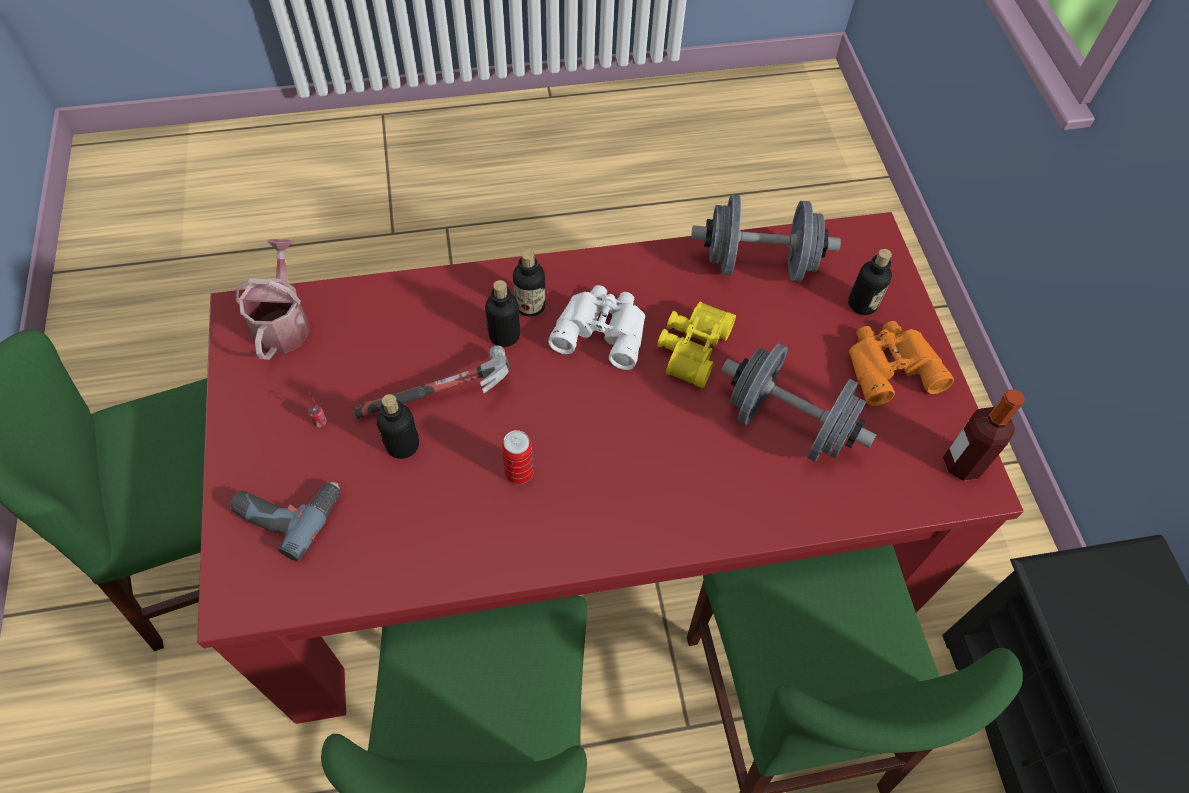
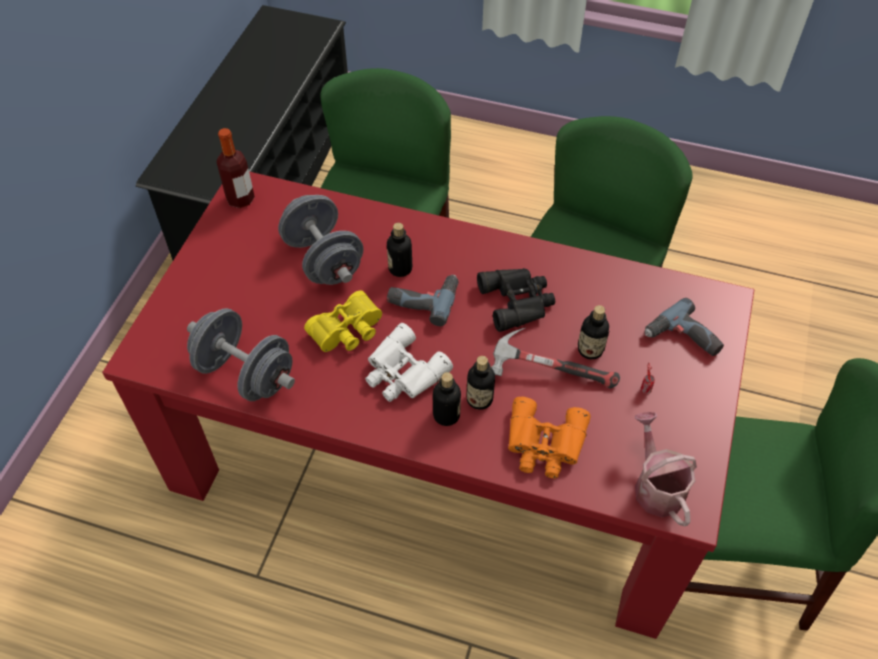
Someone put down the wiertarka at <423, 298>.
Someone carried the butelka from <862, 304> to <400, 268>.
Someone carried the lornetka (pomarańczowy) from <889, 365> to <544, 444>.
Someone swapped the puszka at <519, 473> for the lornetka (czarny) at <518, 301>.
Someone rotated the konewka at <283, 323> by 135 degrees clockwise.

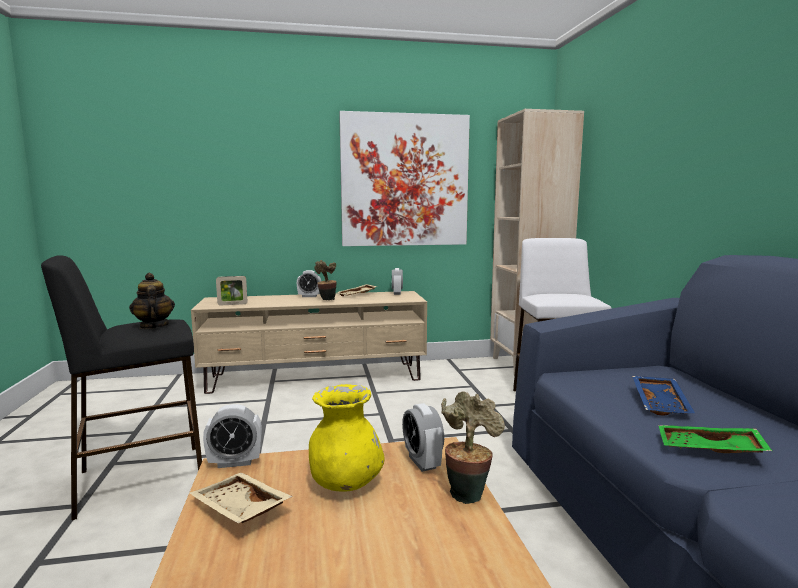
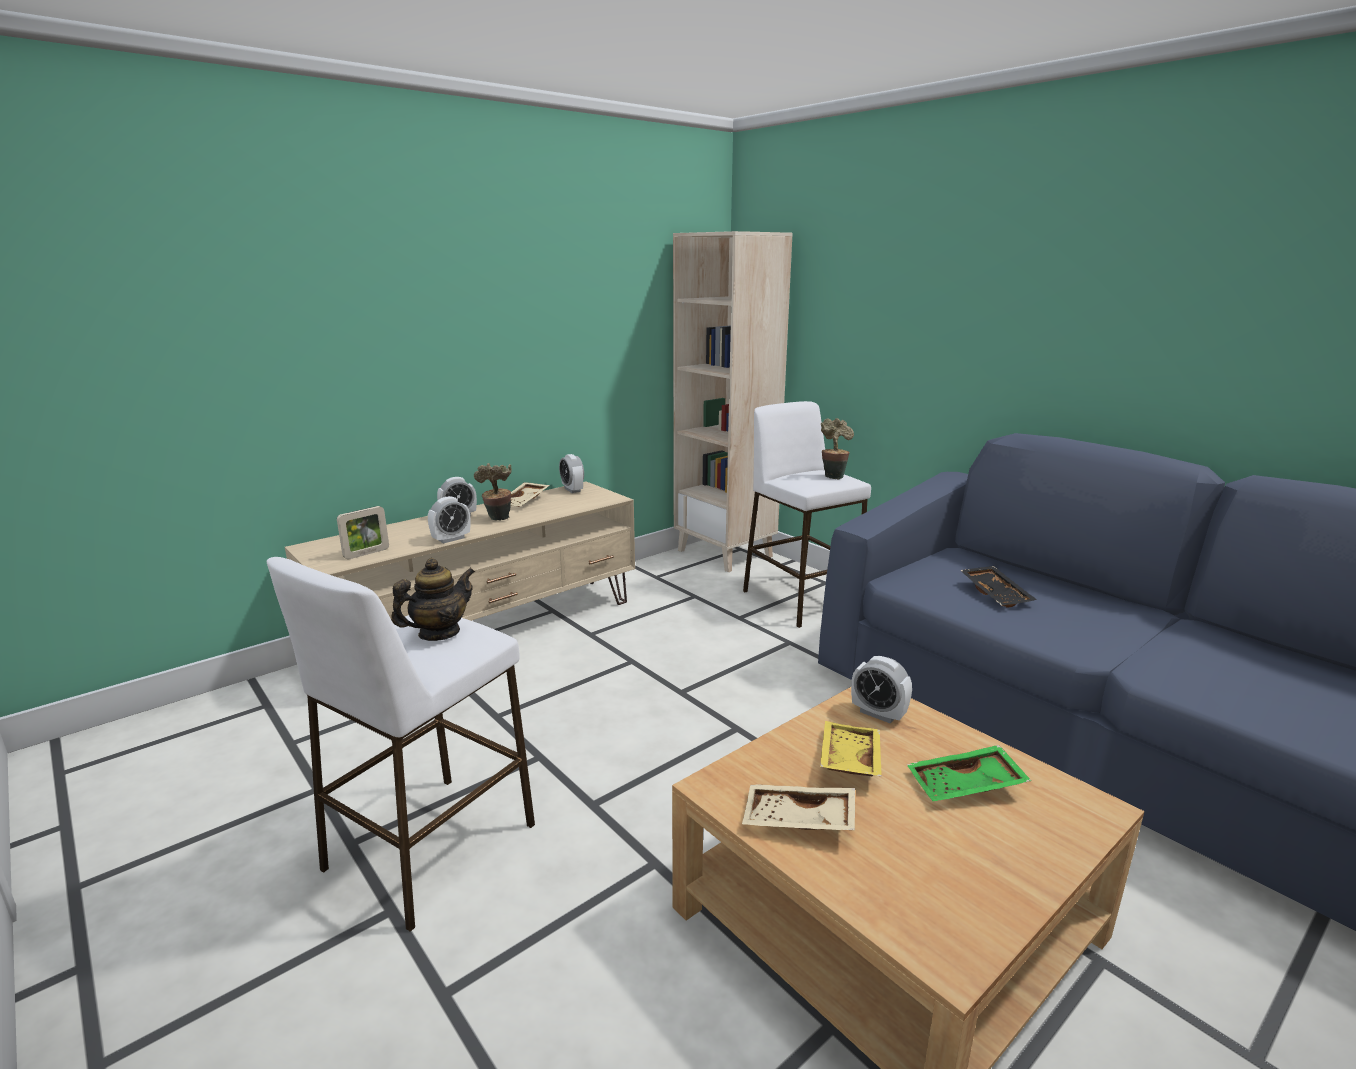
Someone took away the obraz at <404, 180>.
Someone carried the budzik from <235, 462> to <451, 539>.
Someone carried the roślina doniczkowa from <467, 492> to <833, 476>.
Someone carried the taca (zielony) from <709, 450> to <966, 786>.
Someone swapped the wazon (żółty) at <345, 483> for the taca (żółty) at <848, 759>.
Someone repainted the stołek (czarny) at <140, 479>, which became the stołek (biały) at <429, 847>.
Someone repainted the taca (niebieski) at <662, 404>, which became the taca (czarny) at <997, 594>.
Someone rotated the imbryk at <153, 326> by 105 degrees clockwise.

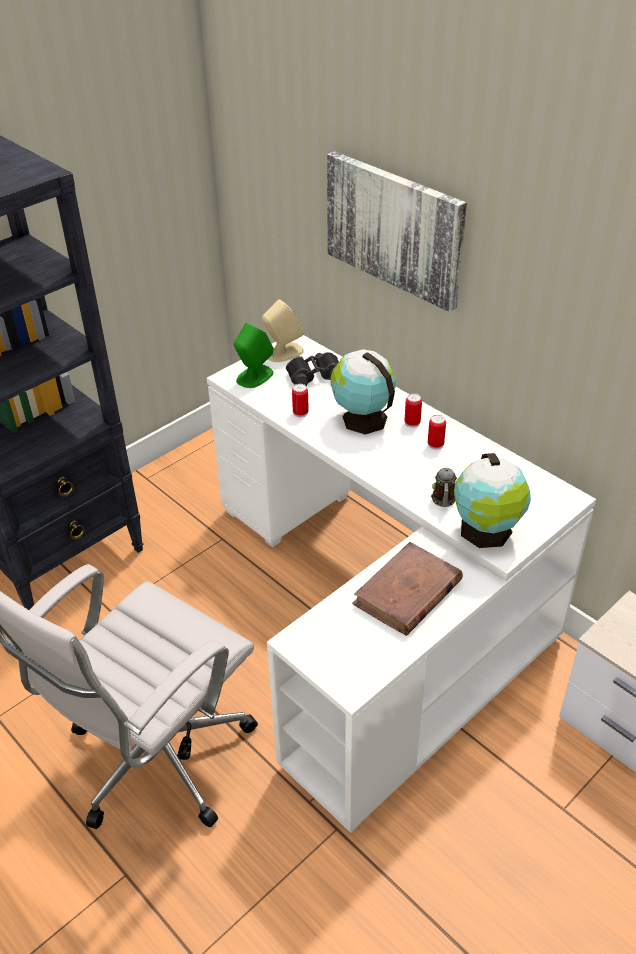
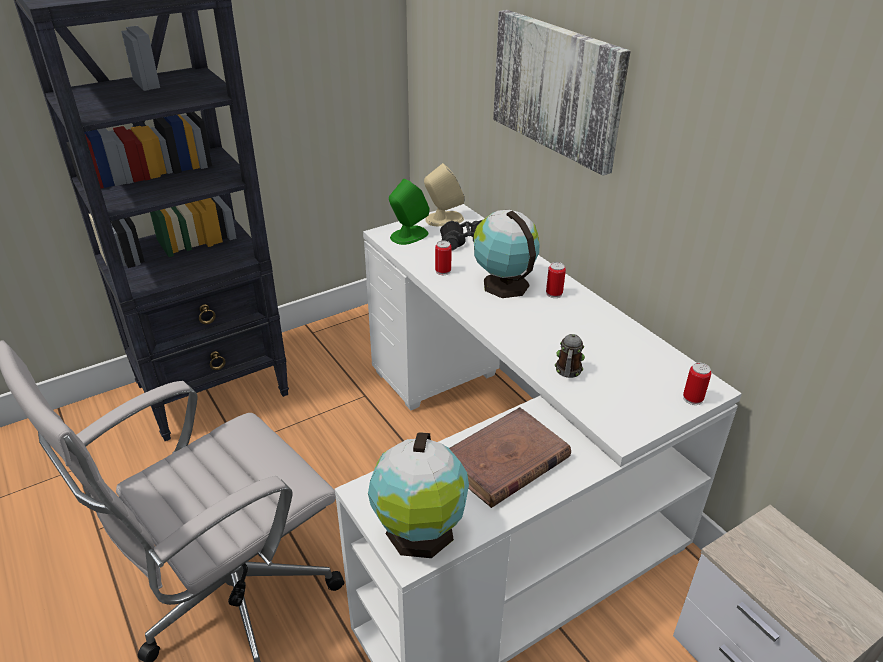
Someone carried the puszka from <435, 444> to <692, 398>.
Someone carried the globus from <486, 532> to <420, 534>.

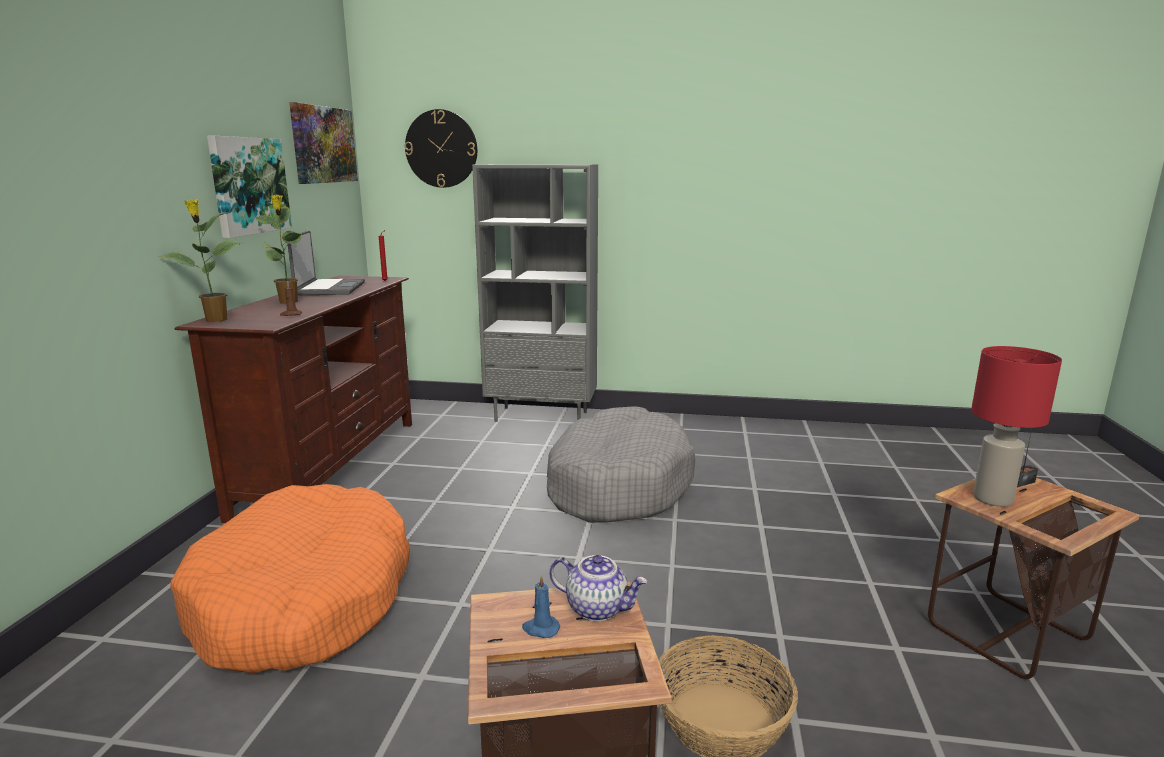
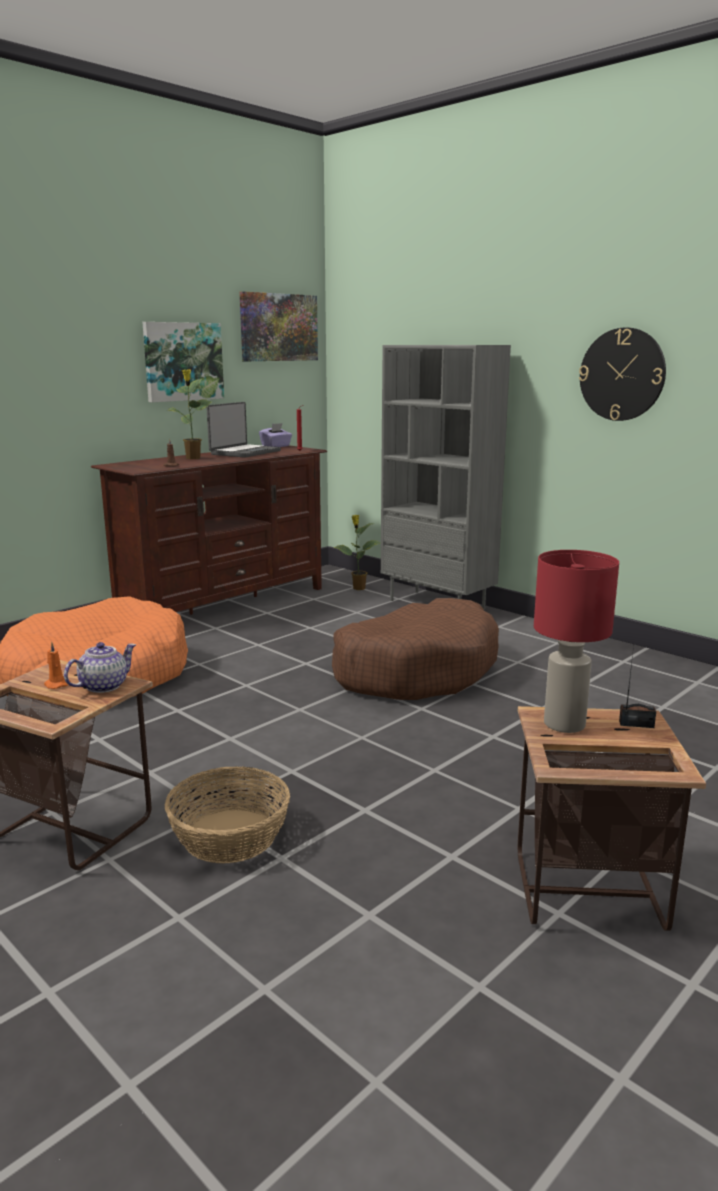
Someone put down the pudełko chusteczek (fioletowy) at <276, 446>.
Someone carried the roślina doniczkowa from <215, 320> to <358, 588>.
Someone carried the zegar ścienny from <441, 149> to <622, 374>.
Someone repainted the świeca (niebieski) at <540, 629>, which became the świeca (pomarańczowy) at <56, 684>.
Someone repainted the legowisko (szary) at <617, 484>, which became the legowisko (brązowy) at <415, 670>.
Someone rotated the imbryk at <597, 608> by 105 degrees counterclockwise.

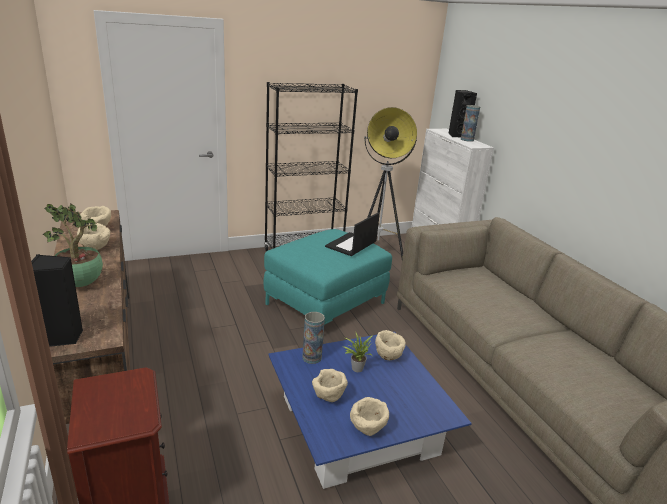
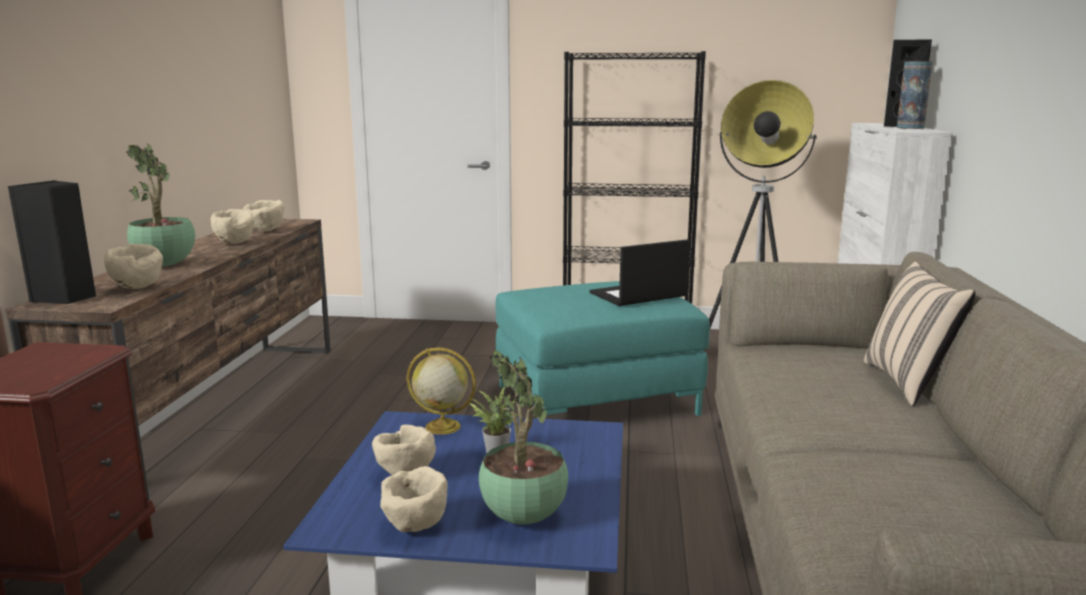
Someone put down the roślina doniczkowa at <525, 519>.
Someone put down the poduszka (beżowy) at <909, 383>.
Someone carried the miska (beżowy) from <388, 356> to <138, 287>.
Someone swapped the wazon at <312, 357> for the globus at <441, 427>.

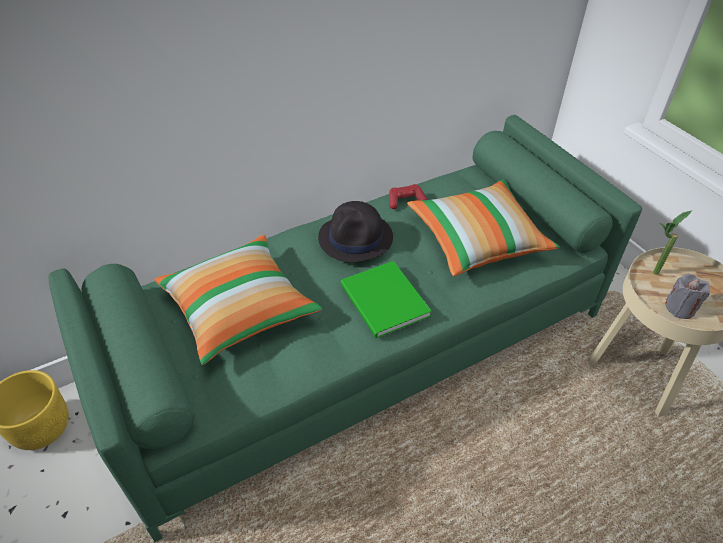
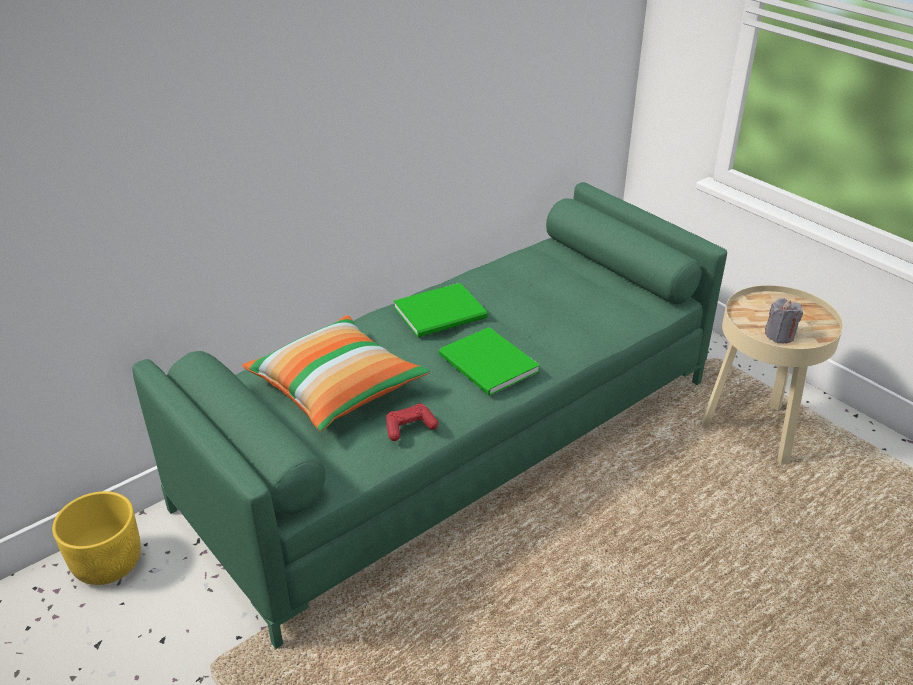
Someone took away the poduszka at <477, 239>.
Someone took away the roślina doniczkowa at <651, 274>.
Someone carried the pad do gier (czerwony) from <405, 201> to <410, 427>.
Someone swapped the kapelusz (czarny) at <356, 238> for the książka (zielony) at <443, 313>.

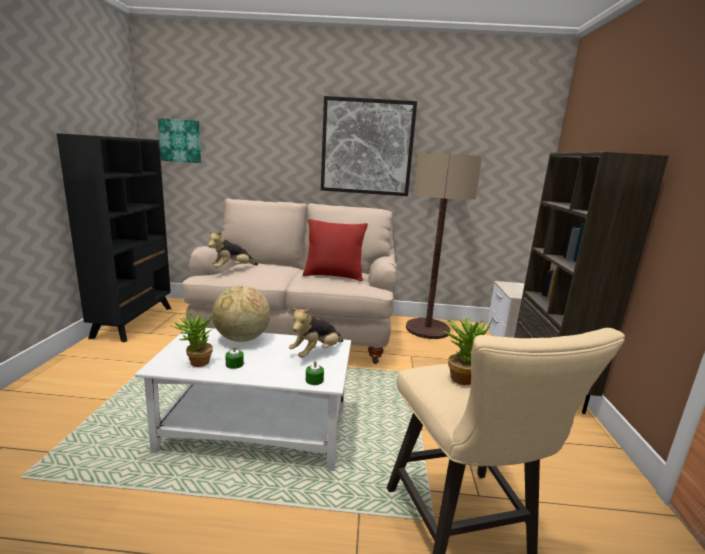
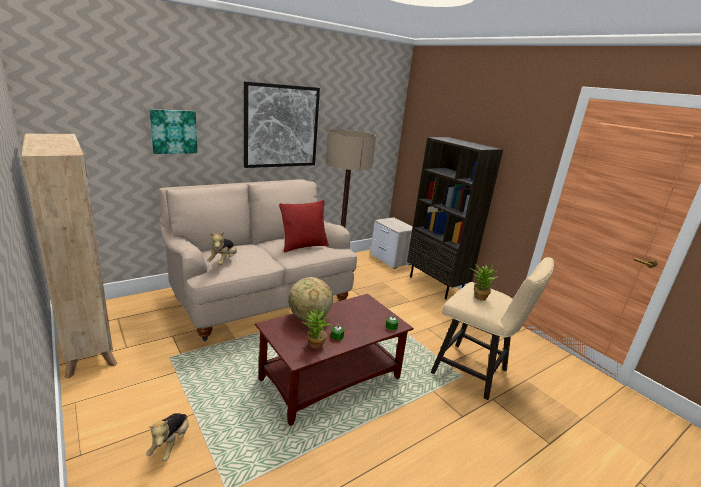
Someone carried the obraz from <180, 141> to <173, 131>.
Someone carried the pluszak from <316, 353> to <170, 444>.
Someone repainted the regał (czarny) at <134, 322>, which became the regał (beżowy) at <87, 343>.
Someone repainted the ława (biały) at <257, 430>, which became the ława (brązowy) at <331, 378>.

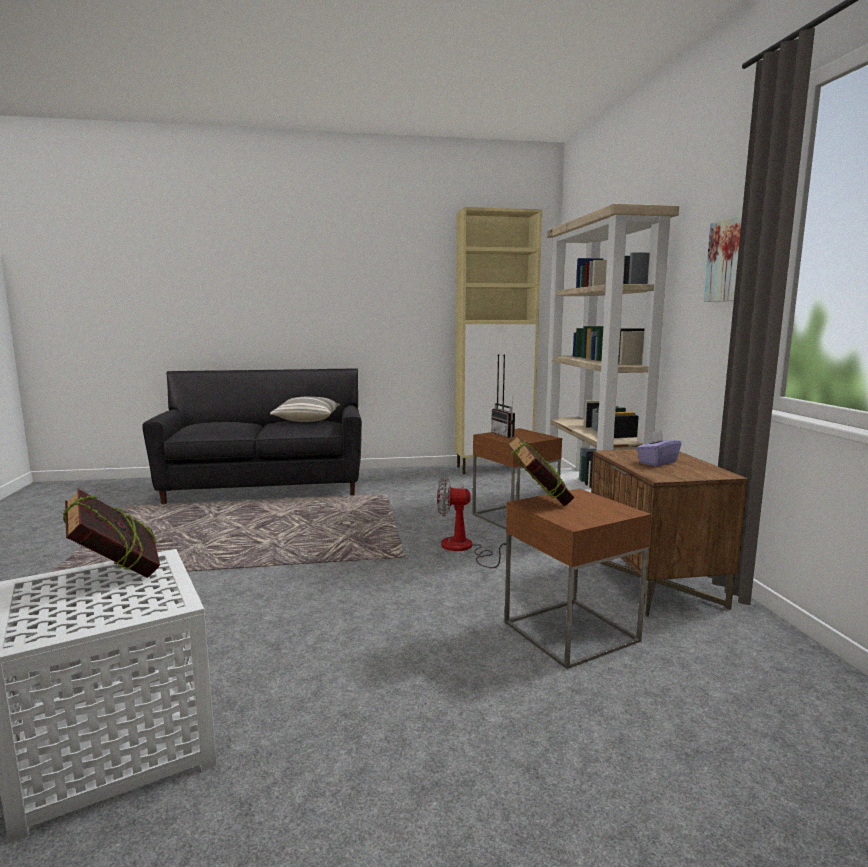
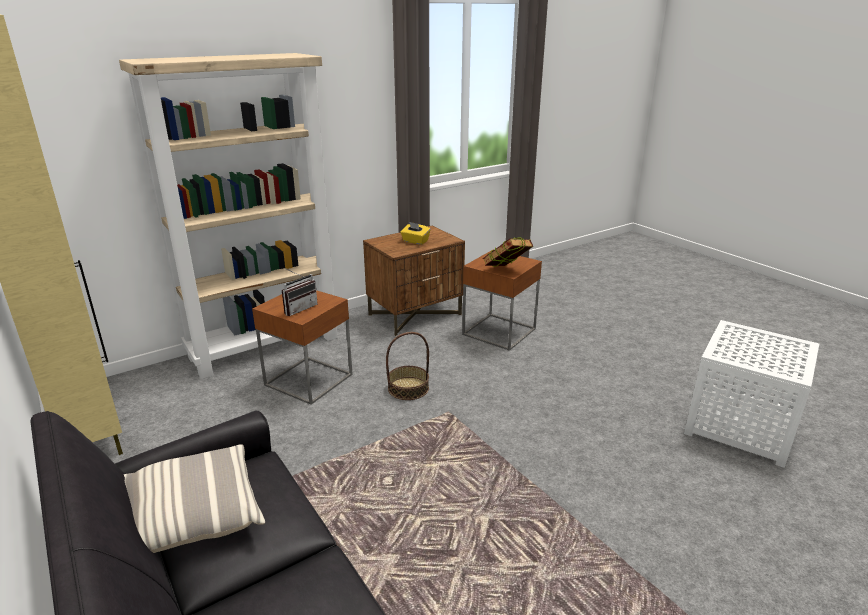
Someone took away the książka at <117, 575>.
Someone took away the obraz at <729, 260>.
Someone swapped the wentylator at <464, 549> for the koszyk at <408, 388>.
Someone repainted the pudełko chusteczek (fioletowy) at <657, 462>, which became the pudełko chusteczek (żółty) at <415, 241>.

